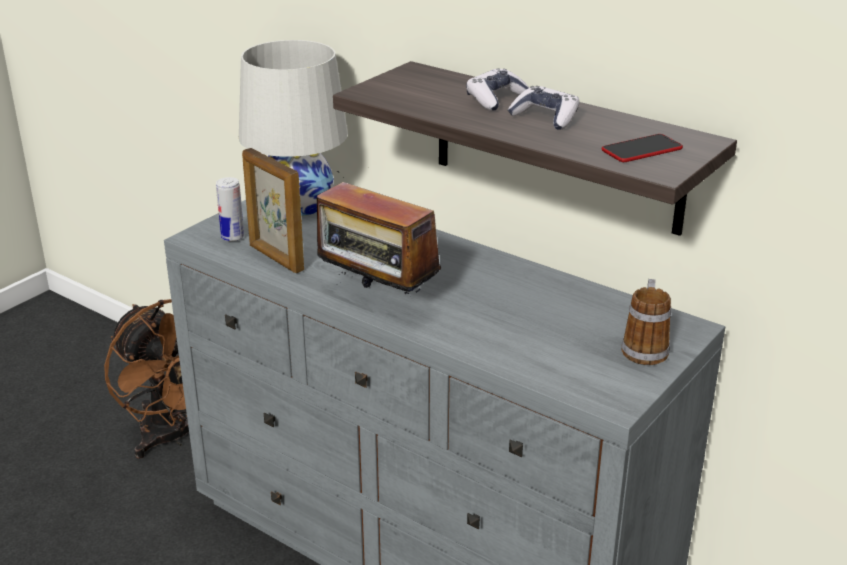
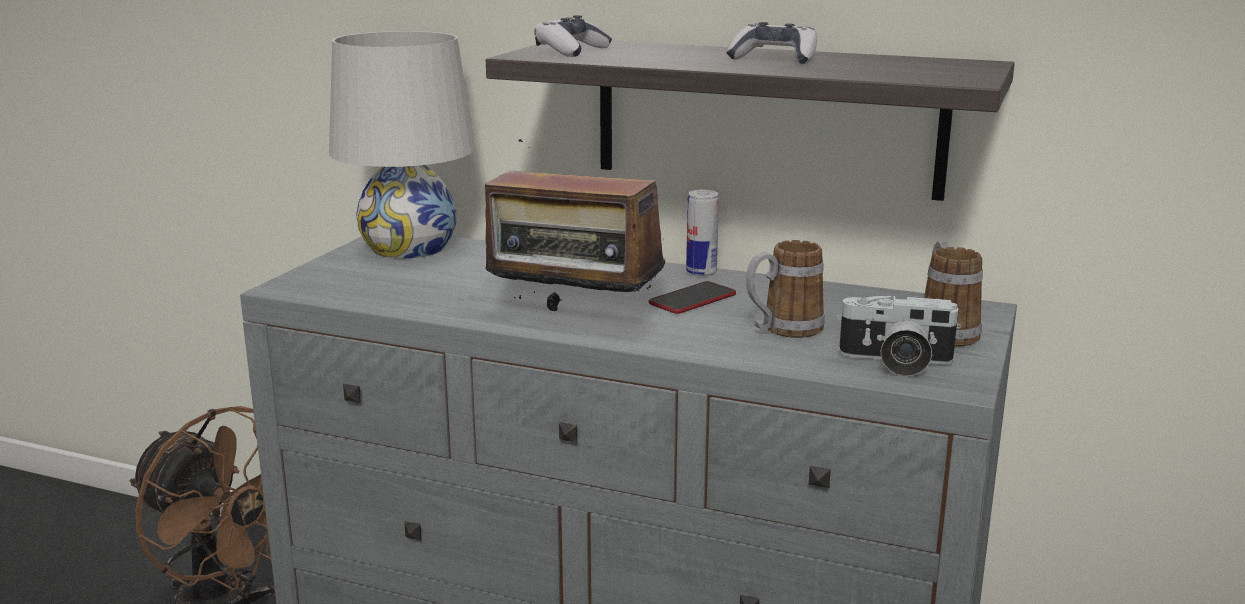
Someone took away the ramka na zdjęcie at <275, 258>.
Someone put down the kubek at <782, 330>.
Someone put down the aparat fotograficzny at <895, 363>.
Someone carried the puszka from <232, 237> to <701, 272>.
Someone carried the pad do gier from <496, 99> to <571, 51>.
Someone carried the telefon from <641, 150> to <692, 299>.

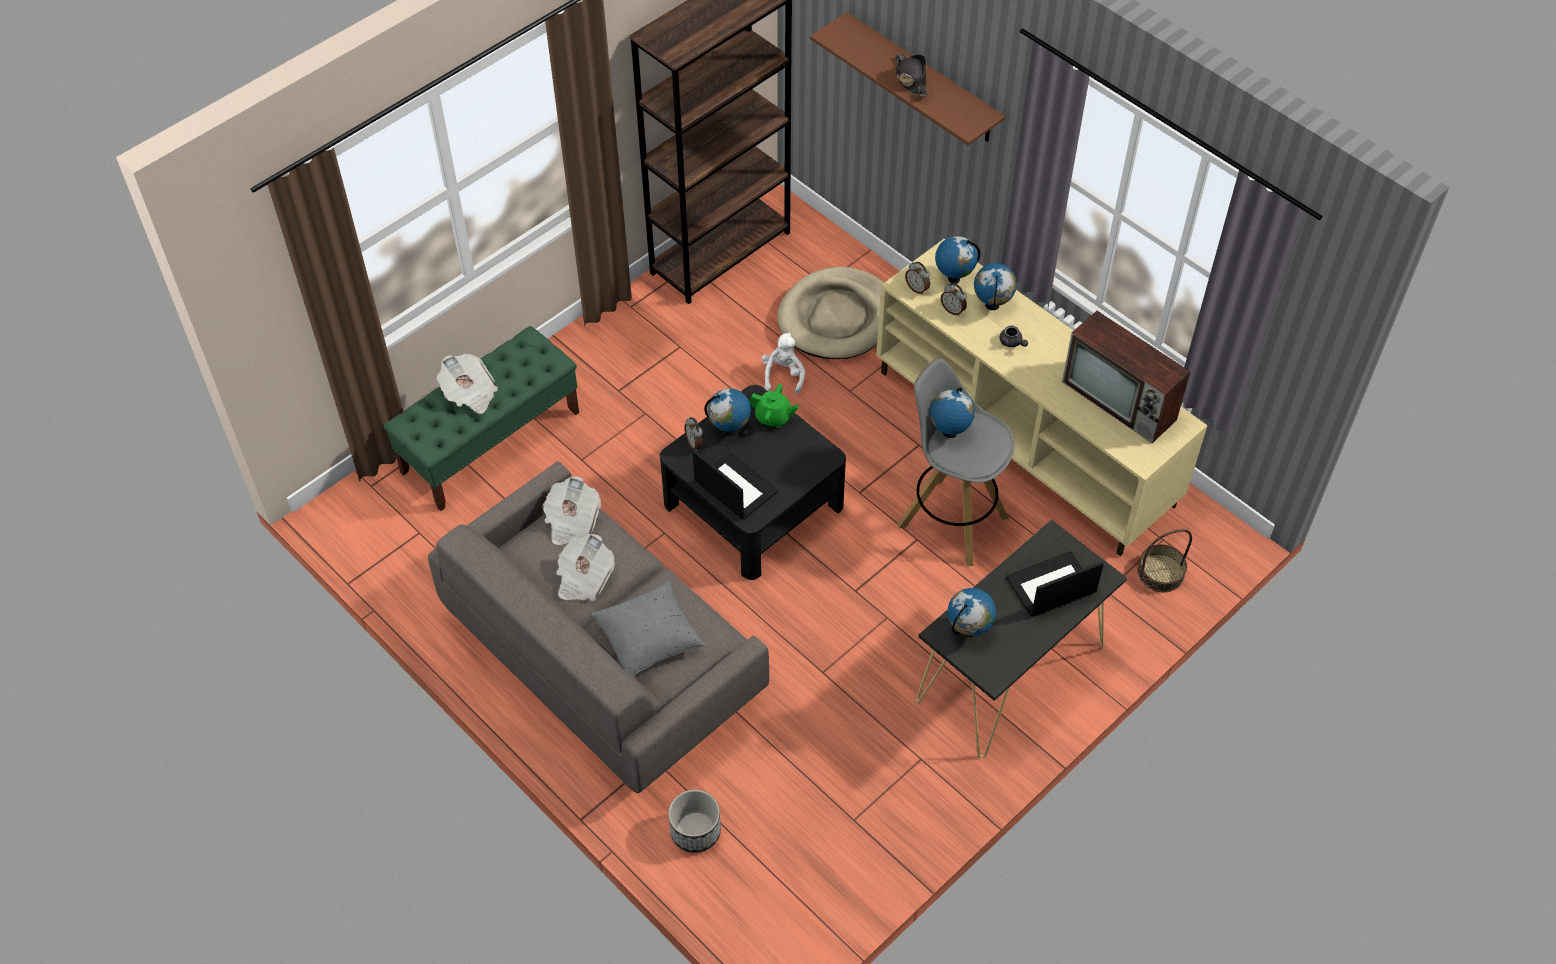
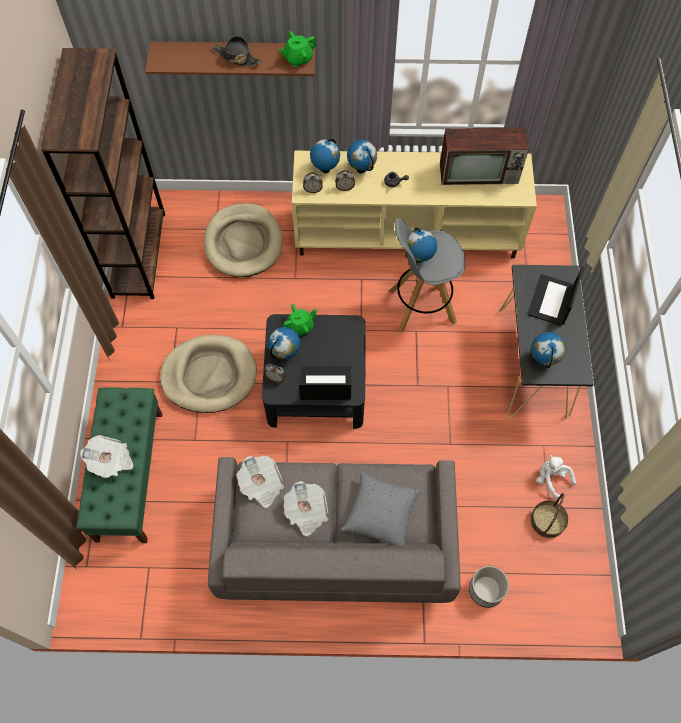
Someone put down the legowisko (beżowy) at <209, 375>.
Someone put down the imbryk (zielony) at <298, 59>.
Someone carried the pluszak (biały) from <783, 375> to <551, 479>.
Someone carried the koszyk from <1160, 572> to <547, 520>.

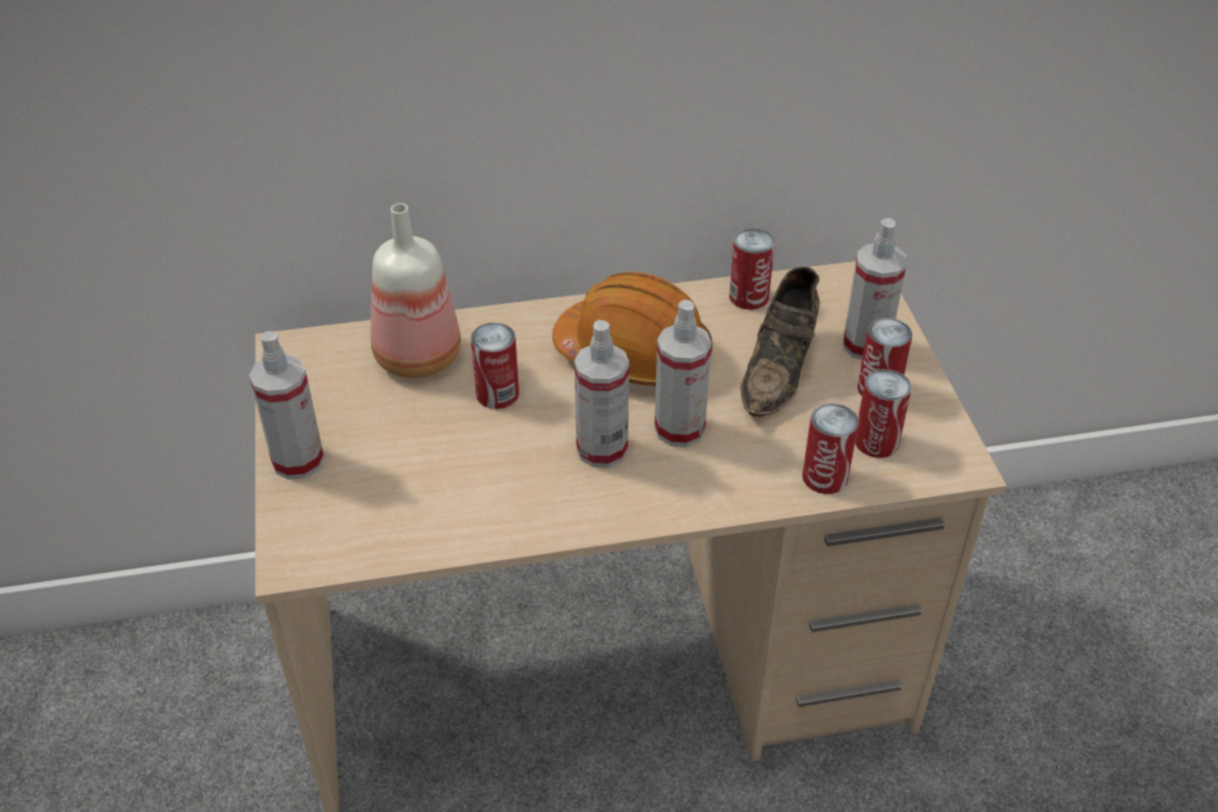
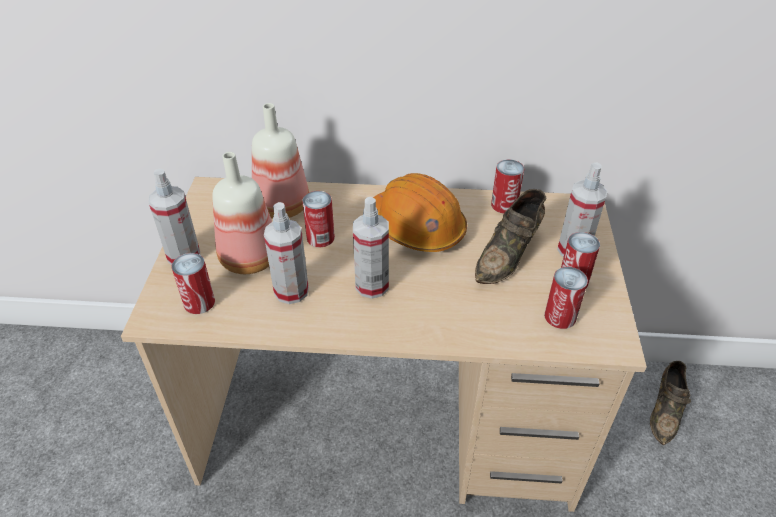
Someone put down the butelka at <252, 258>.
Someone put down the but (brązowy) at <665, 411>.
Someone carried the spryskiwacz from <679, 429> to <291, 291>.
Someone carried the puszka from <825, 477> to <199, 302>.

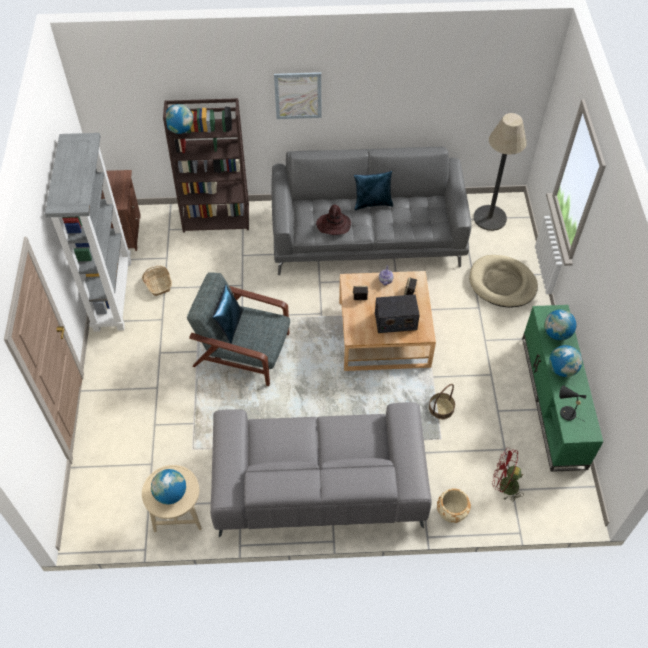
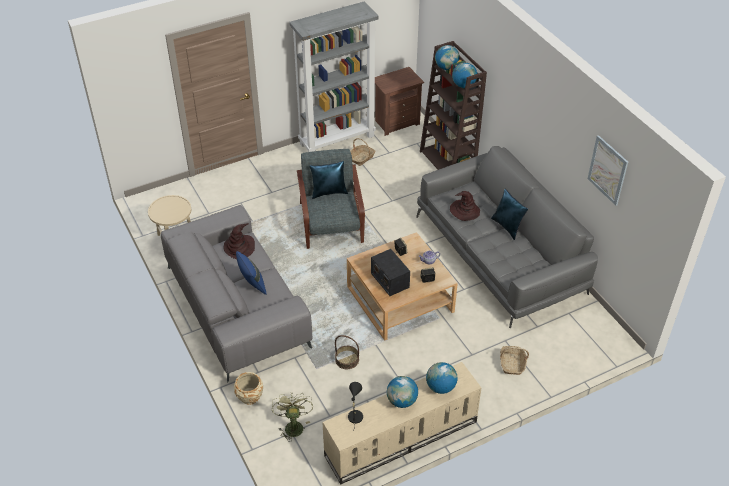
Someone took away the lampa stojąca at <490, 218>.
Someone put down the kapelusz (brązowy) at <239, 247>.
Someone put down the poduszka (niebieski) at <252, 285>.
Someone carried the globus from <170, 493> to <463, 85>.
Someone carried the obraz from <298, 95> to <608, 170>.
Someone swapped the legowisko (beżowy) at <502, 283> for the koszyk at <512, 364>.
Someone repainted the wentylator (czerwony) at <504, 485>, which became the wentylator (zielony) at <293, 425>.
Someone repainted the szafka pod telewizor (zielony) at <554, 401>, which became the szafka pod telewizor (beżowy) at <401, 439>.

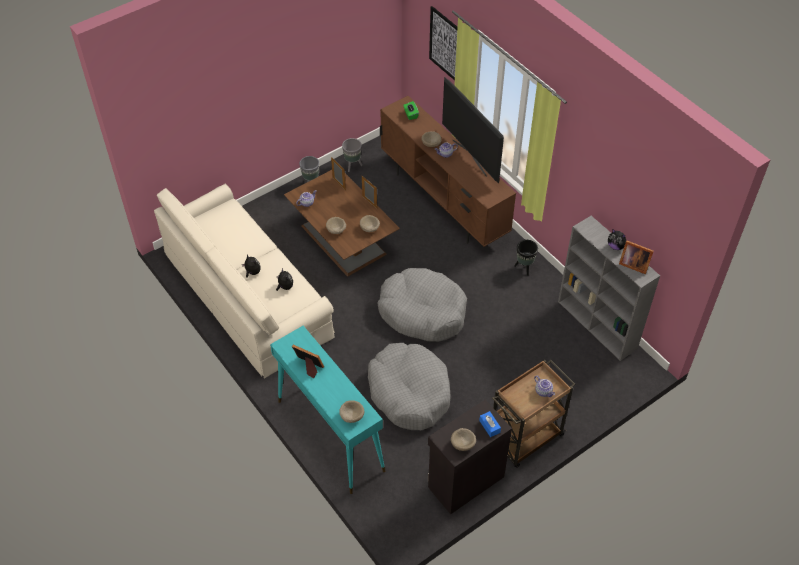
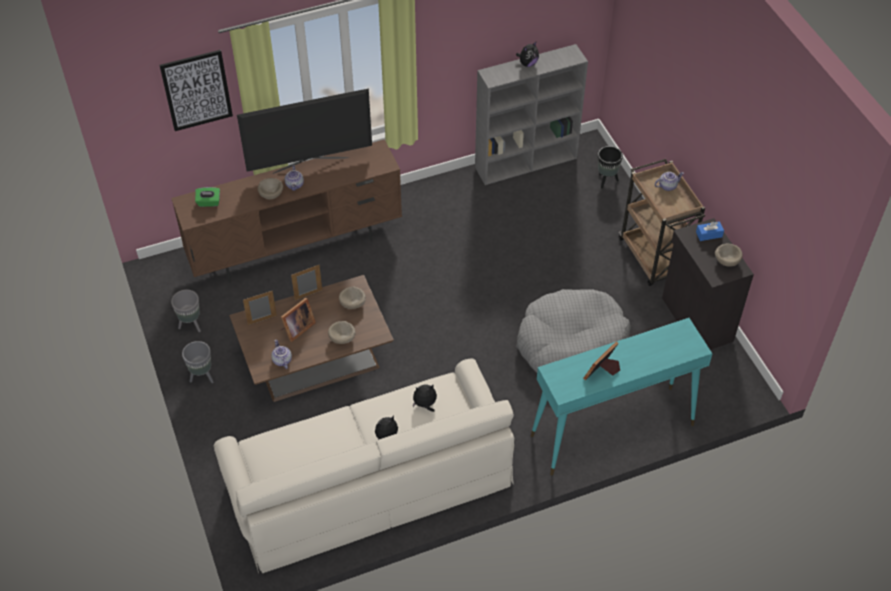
Someone took away the miska (beżowy) at <351, 416>.
Someone took away the legowisko (szary) at <422, 312>.
Someone carried the donica (czarny) from <524, 268> to <606, 180>.
Someone carried the ramka na zdjęcie from <633, 264> to <297, 329>.

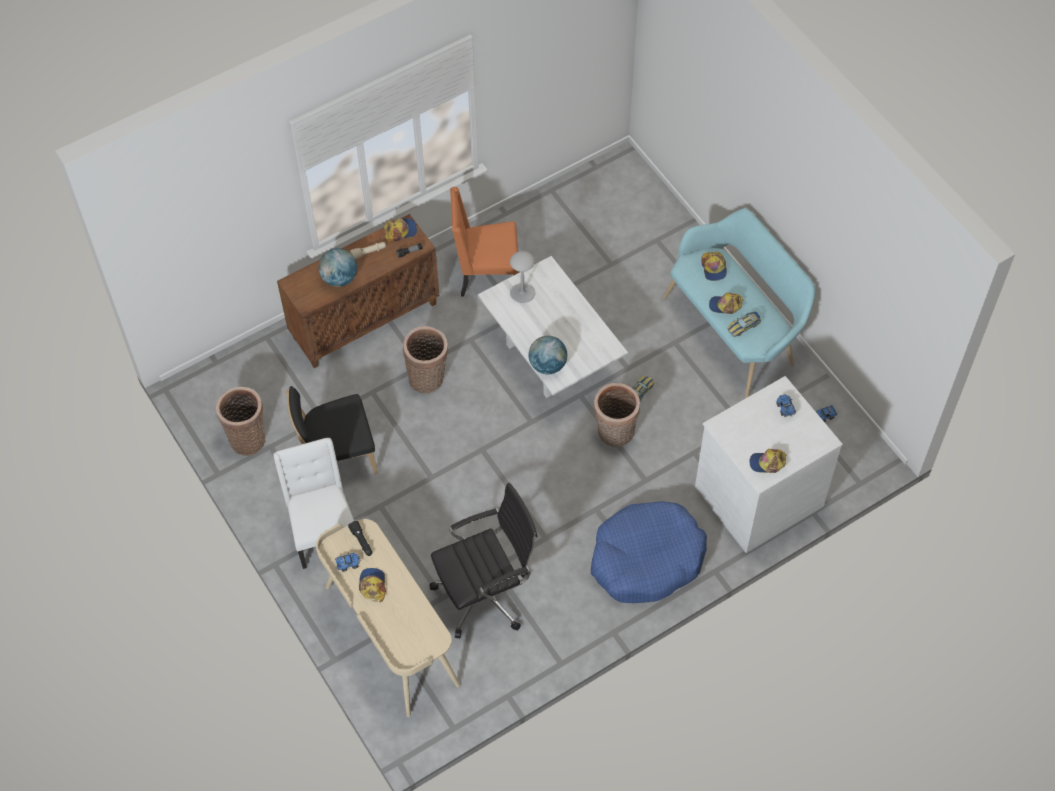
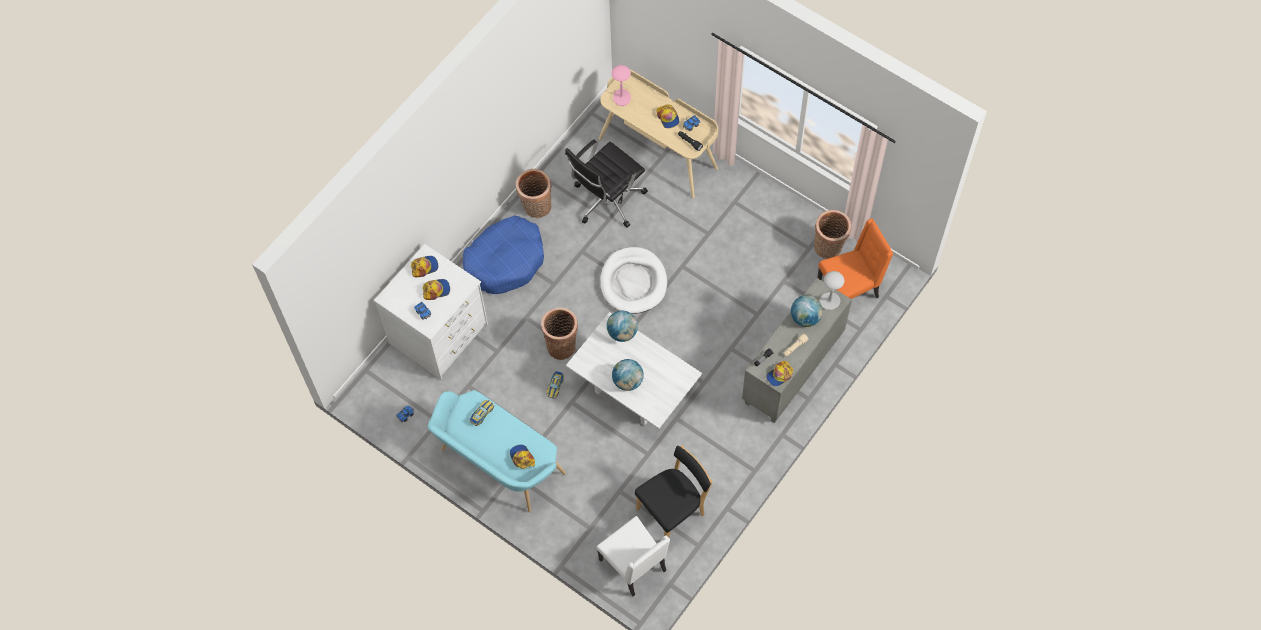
Someone put down the legowisko (biały) at <633, 282>.
Someone put down the lampa stołowa (różowy) at <621, 98>.
Someone put down the globus at <627, 381>.
Someone carried the krzesło (biały) from <323, 532> to <634, 565>.
Someone carried the krzesło (czarny) from <337, 458> to <673, 510>.
Someone carried the koszyk from <428, 377> to <536, 208>.
Someone carried the krzesło (pomarańczowy) from <486, 276> to <849, 290>.
Someone carried the lampa stołowa (szary) from <522, 294> to <829, 302>.
Someone carried the czapka z daszkiem from <725, 305> to <436, 290>.
Someone repainted the szafka (brązowy) at <365, 320>, which became the szafka (szary) at <793, 370>.

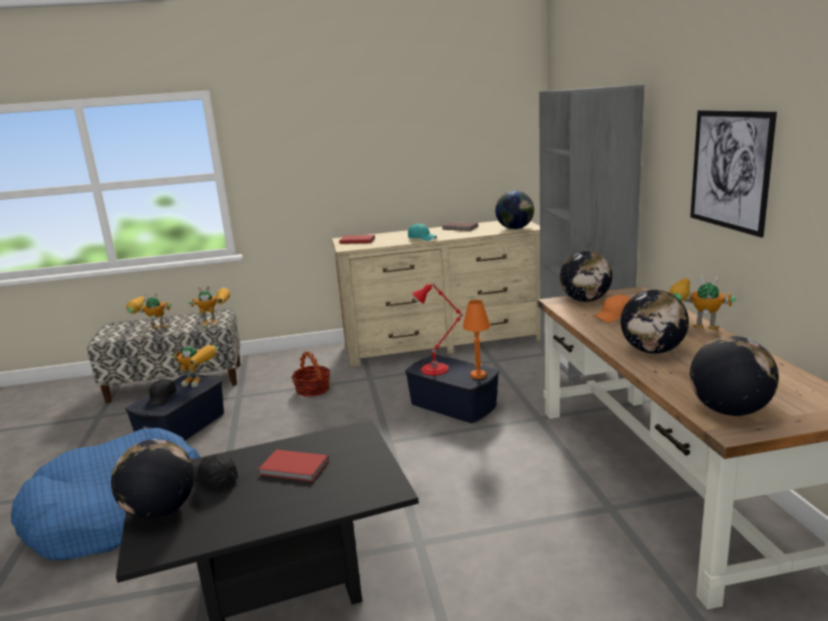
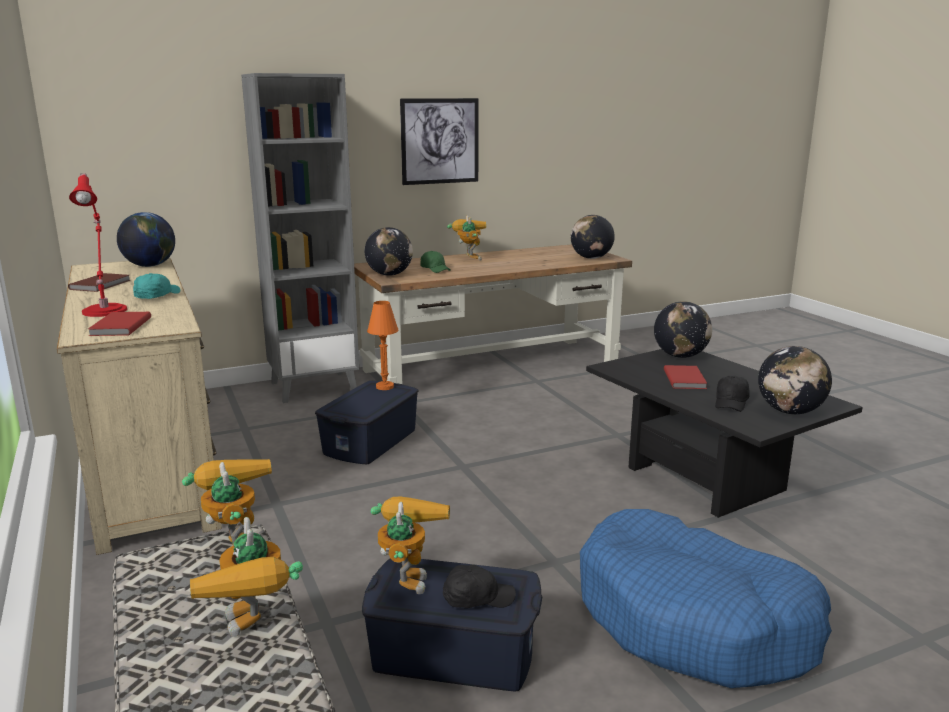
Someone took away the koszyk at <313, 390>.
Someone carried the lampa stołowa (czerwony) from <437, 369> to <105, 310>.
Someone carried the globus from <652, 351> to <680, 356>.
Someone repainted the czapka z daszkiem (pomarańczowy) at <615, 316>, which became the czapka z daszkiem (zielony) at <435, 269>.
Someone rotated the robot zabawkowy at <693, 331> by 150 degrees clockwise.

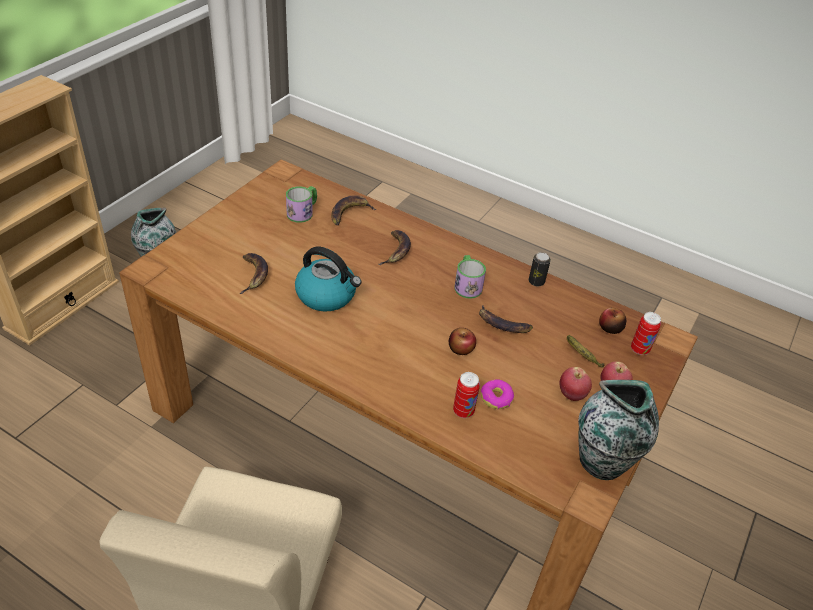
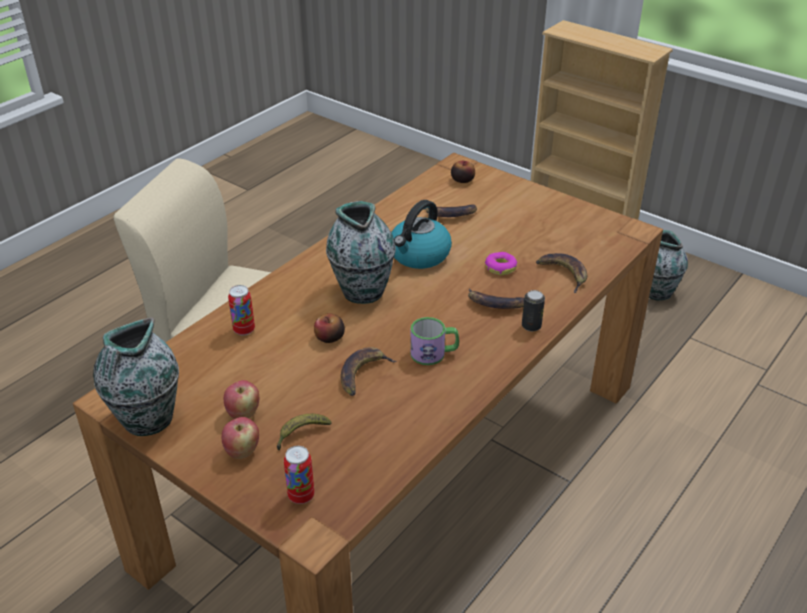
Someone took away the kubek at <303, 212>.
Someone put down the wazon at <362, 291>.
Someone carried the donut from <496, 398> to <500, 268>.
Someone carried the puszka from <536, 281> to <531, 326>.
Someone carried the jabłko from <610, 328> to <462, 180>.

